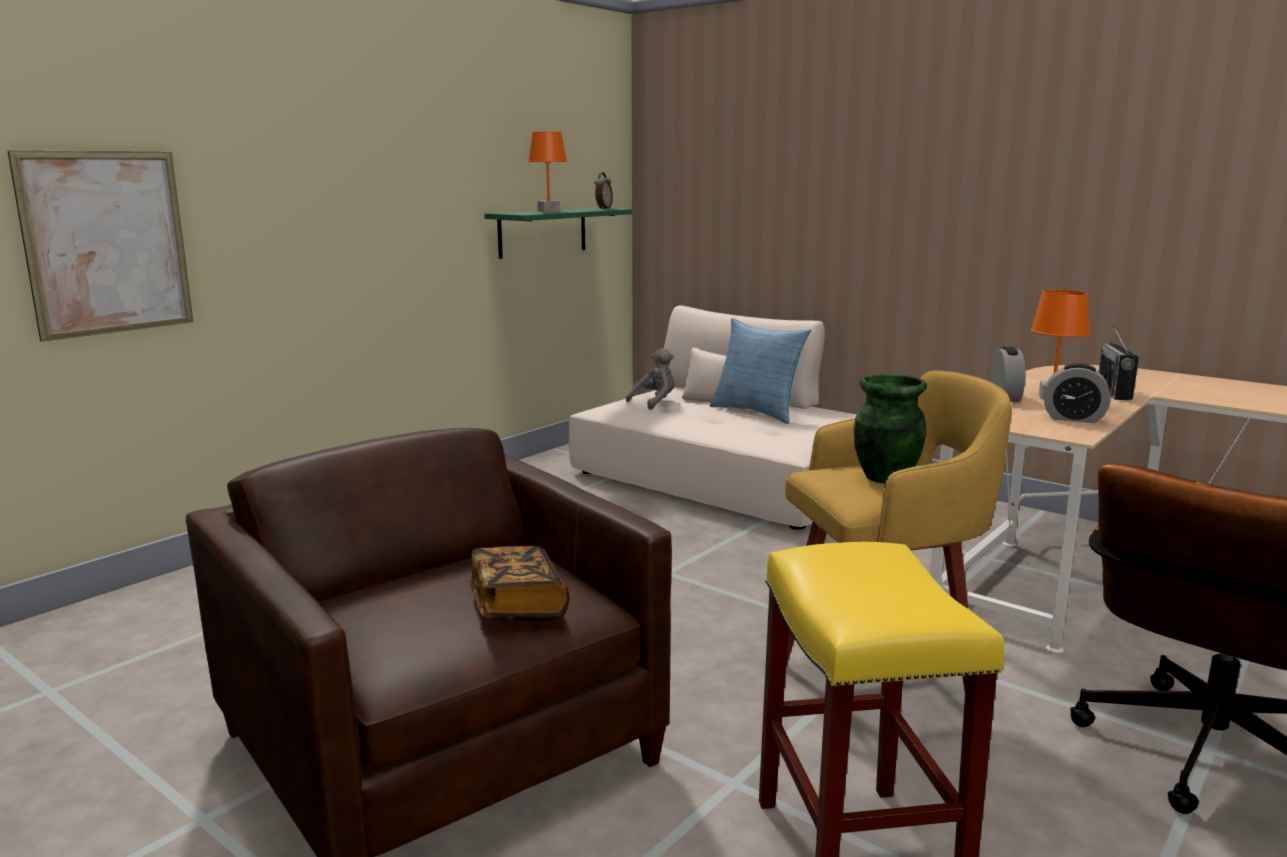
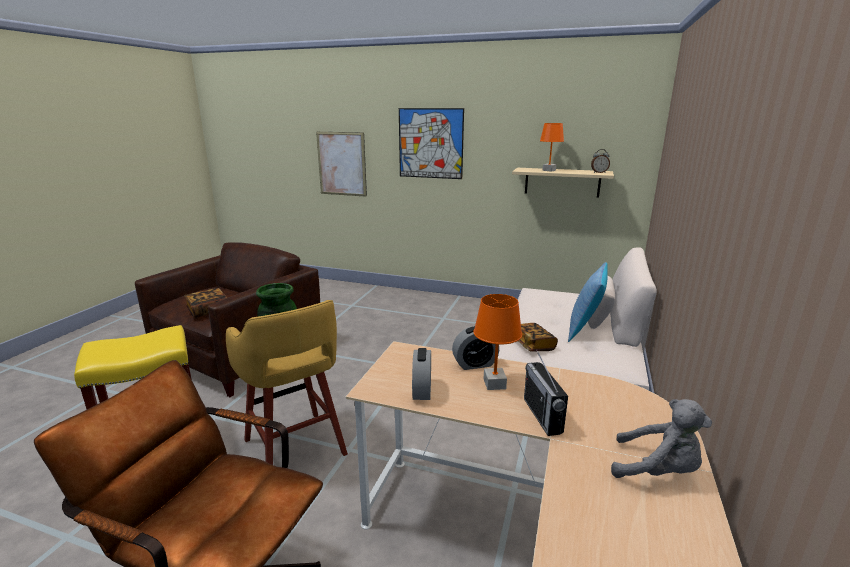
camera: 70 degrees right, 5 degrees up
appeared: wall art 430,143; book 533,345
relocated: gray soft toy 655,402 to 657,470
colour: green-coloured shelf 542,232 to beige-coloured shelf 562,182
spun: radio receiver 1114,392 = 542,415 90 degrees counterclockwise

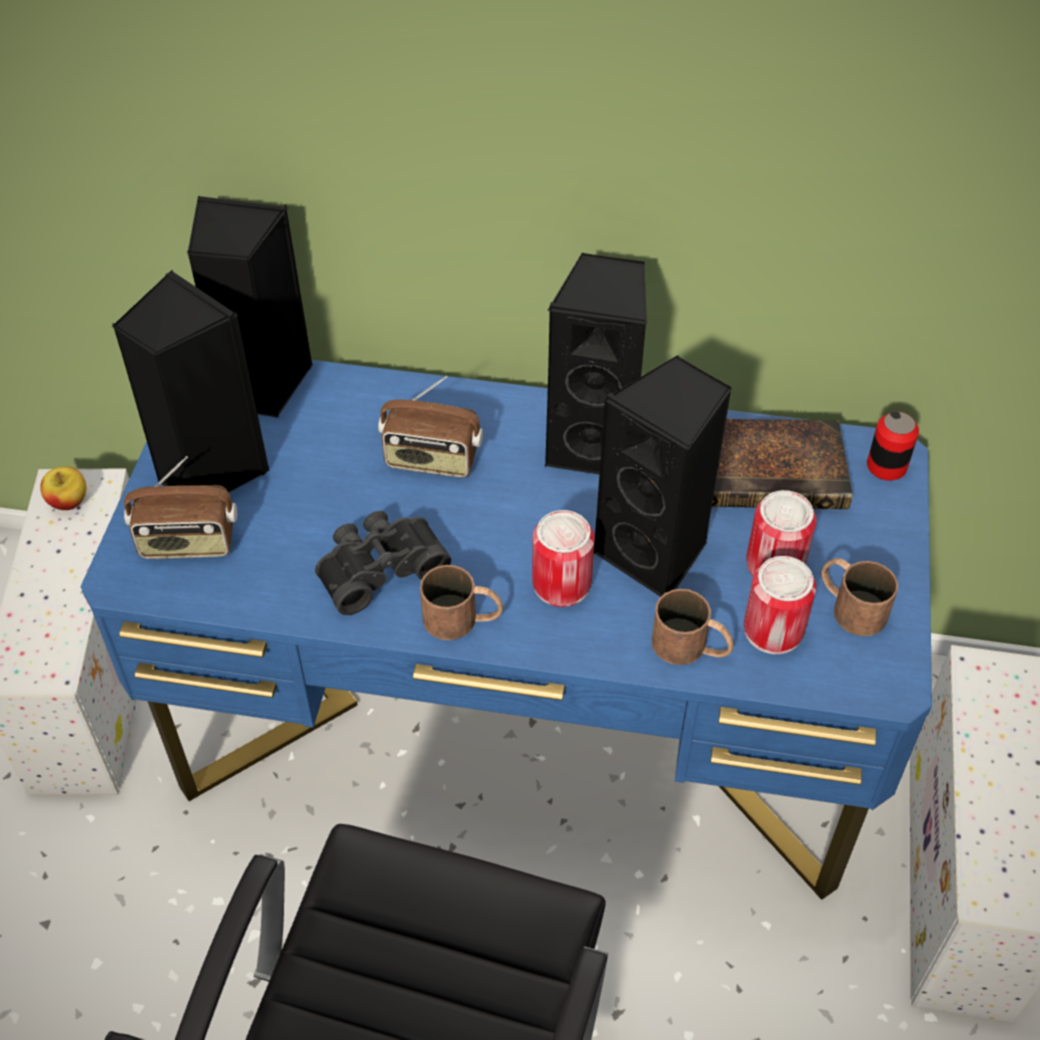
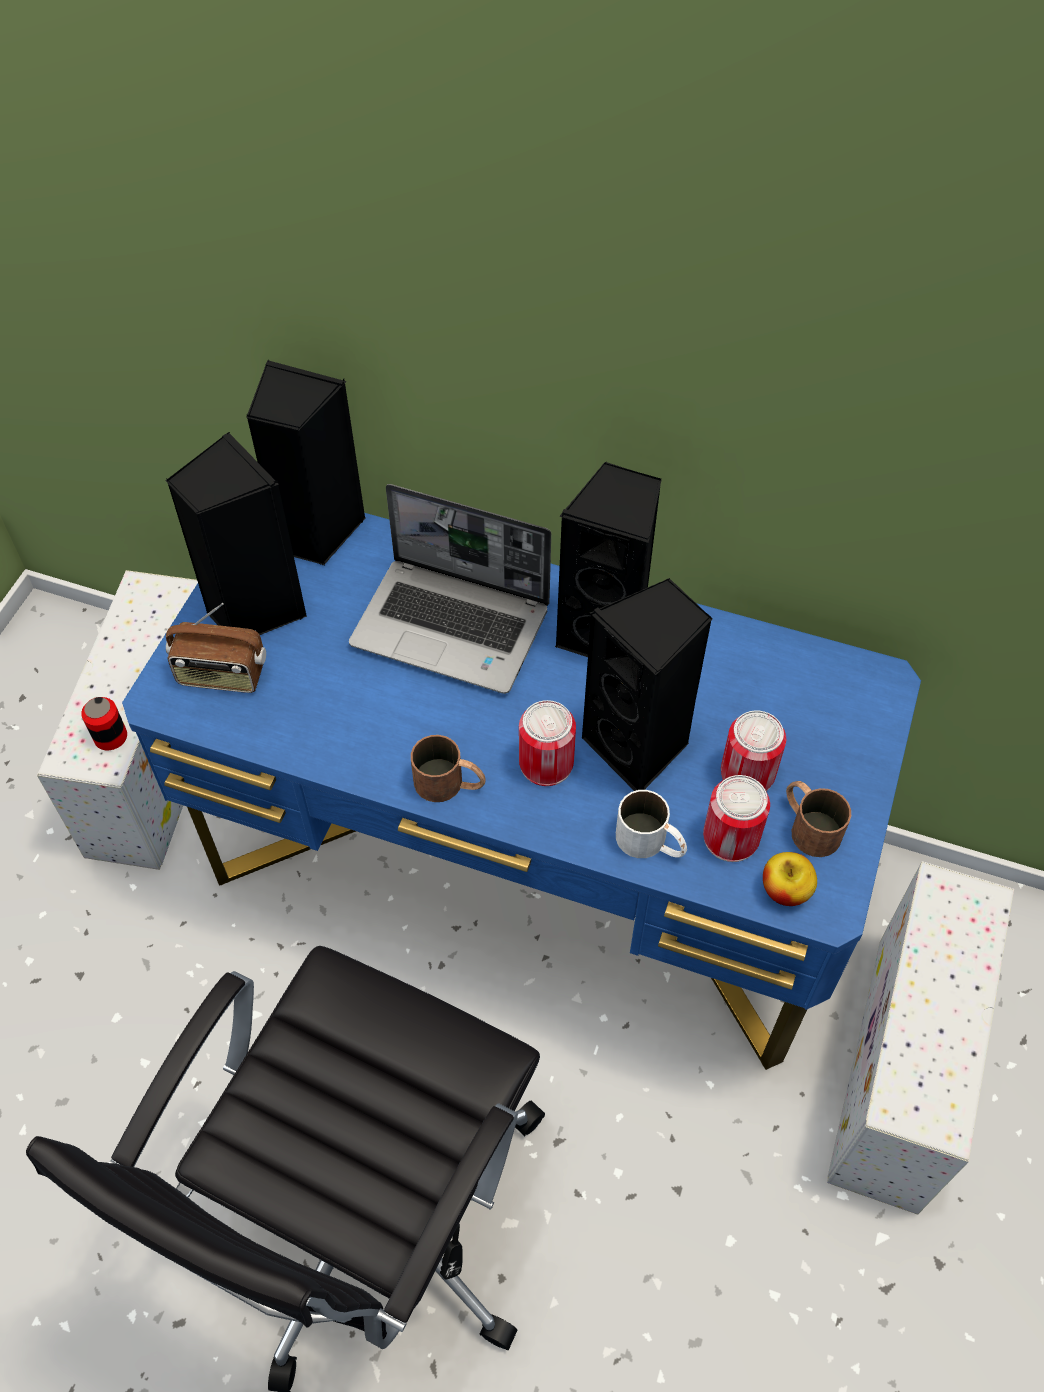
camera: 10 degrees right, 5 degrees up
missing: black-coloured field glasses 379,567; book 770,471
relocated: can 886,466 to 110,737; apple 68,501 to 785,890
exchanged: radio receiver 431,460 to notebook computer 453,626
colour: brown-coloured tea mug 691,647 to white tea mug 651,843

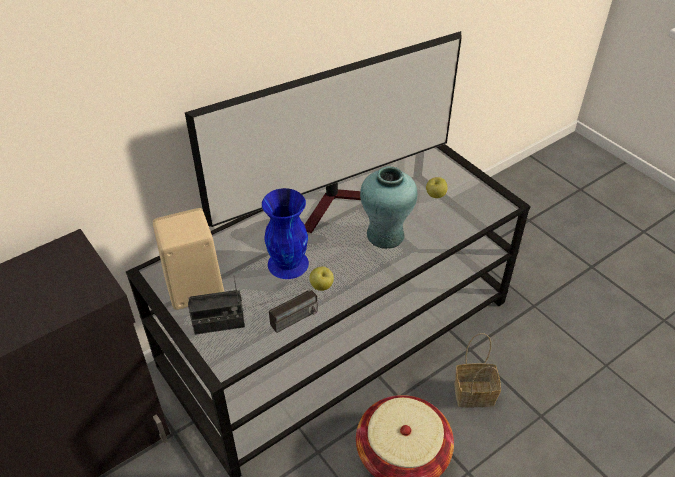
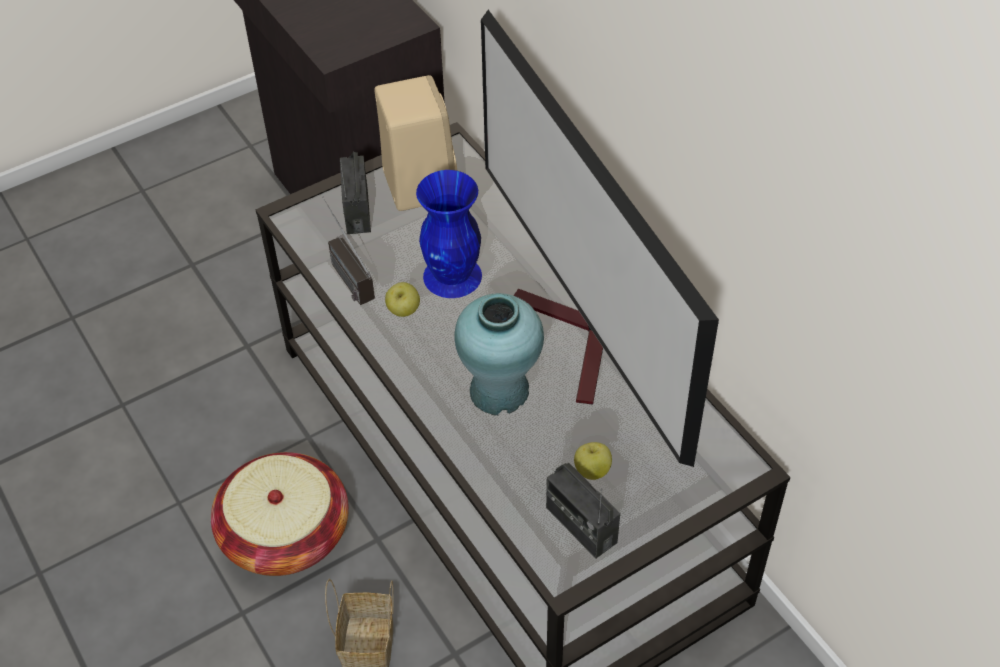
camera: 95 degrees right, 5 degrees up
appeared: radio receiver 580,525

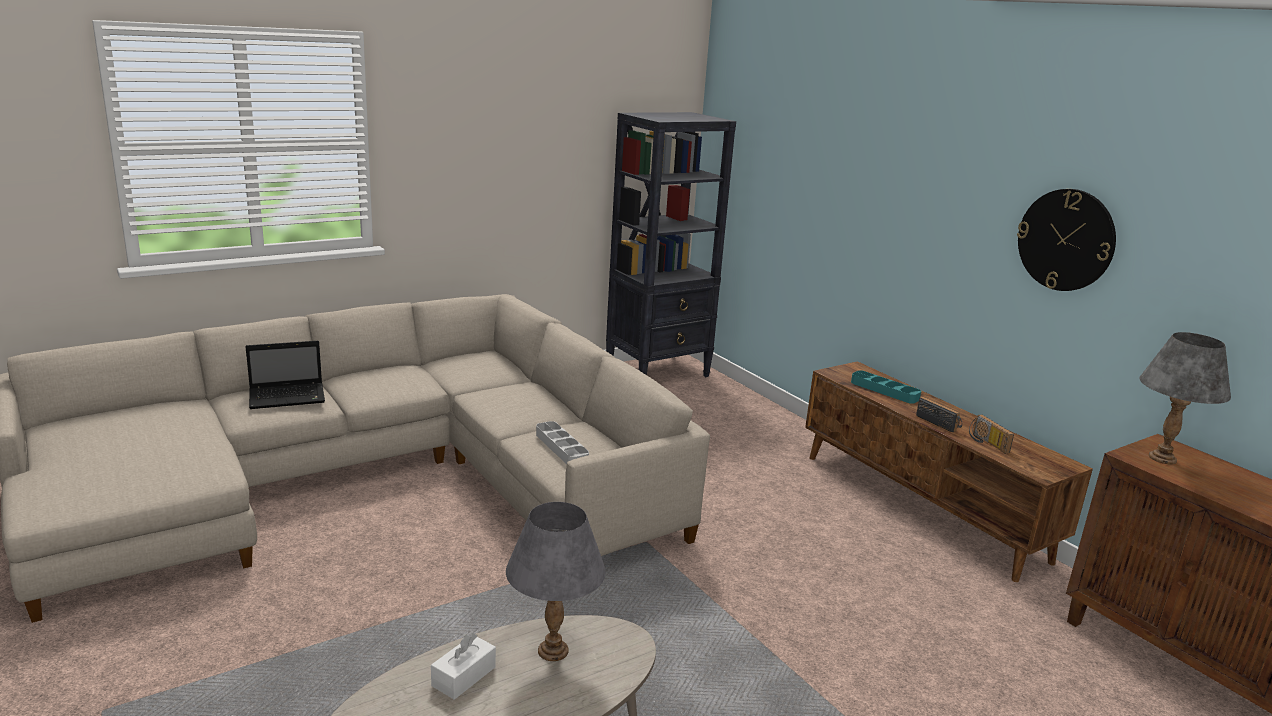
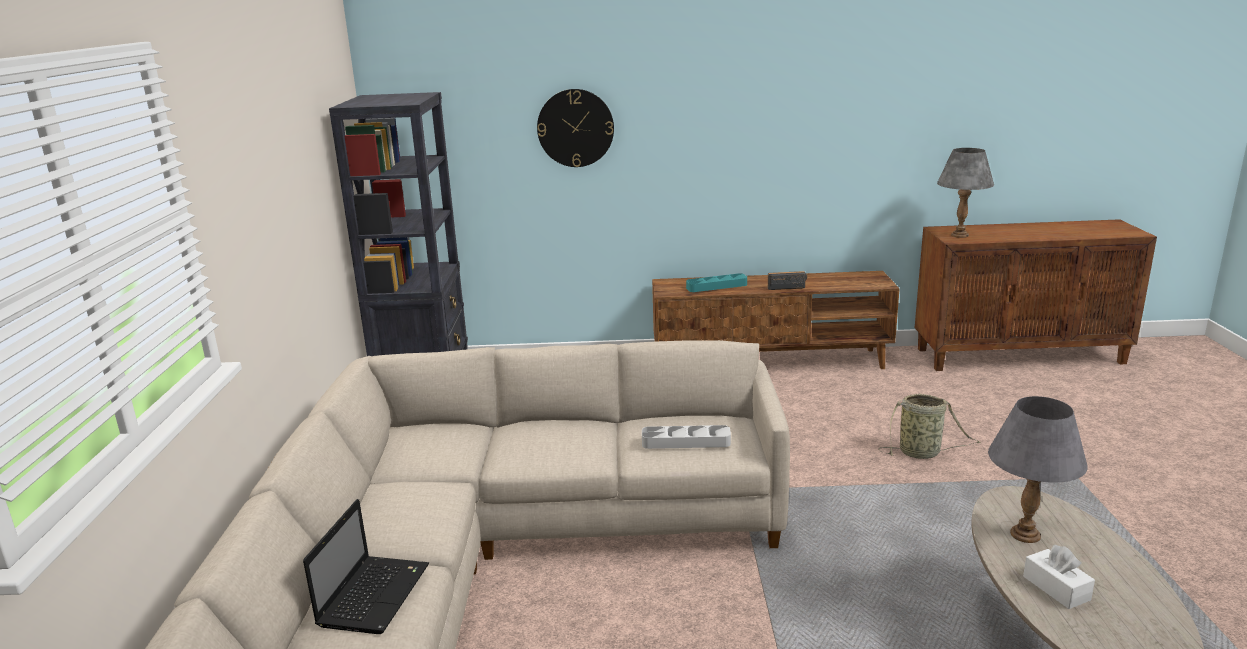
camera: 55 degrees left, 0 degrees up
missing: radio receiver 986,442
appeared: basket 922,453
relocated: hanging clock 1066,240 to 575,128

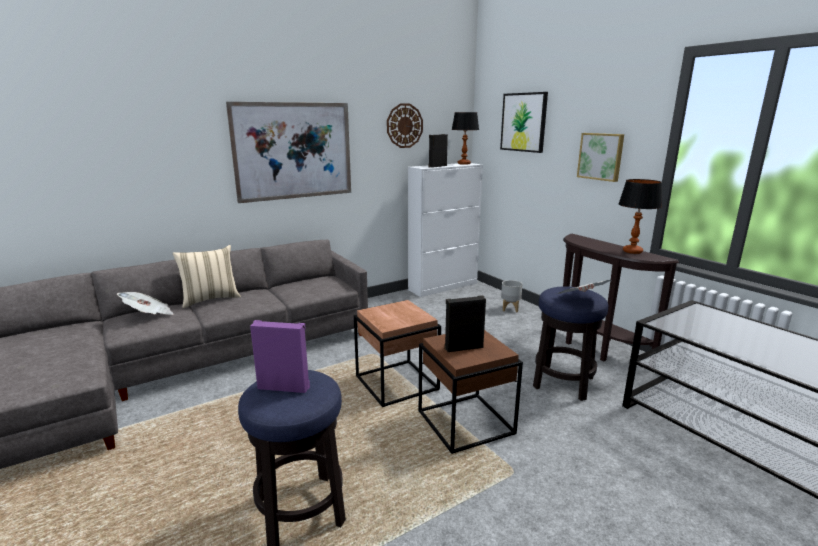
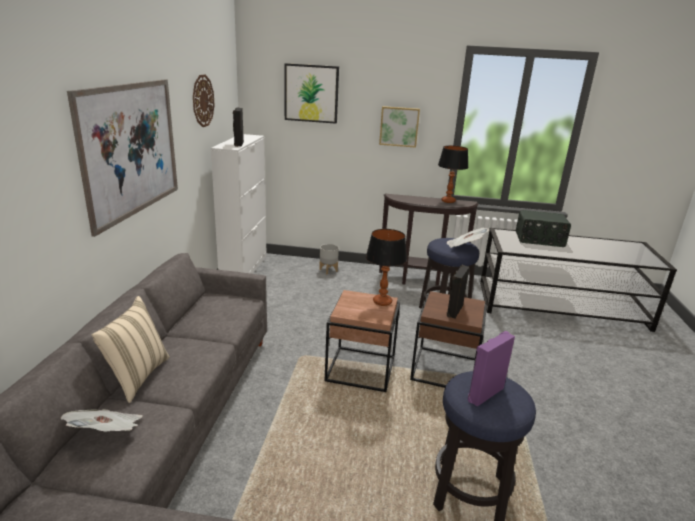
camera: 50 degrees left, 5 degrees up
appeared: radio receiver 539,240
relocated: tabletop lamp 464,164 to 382,302

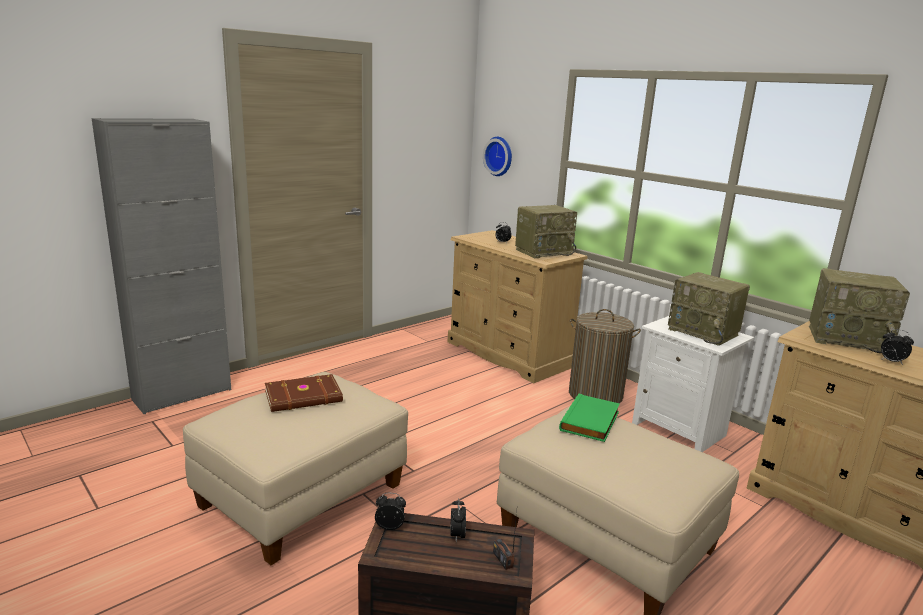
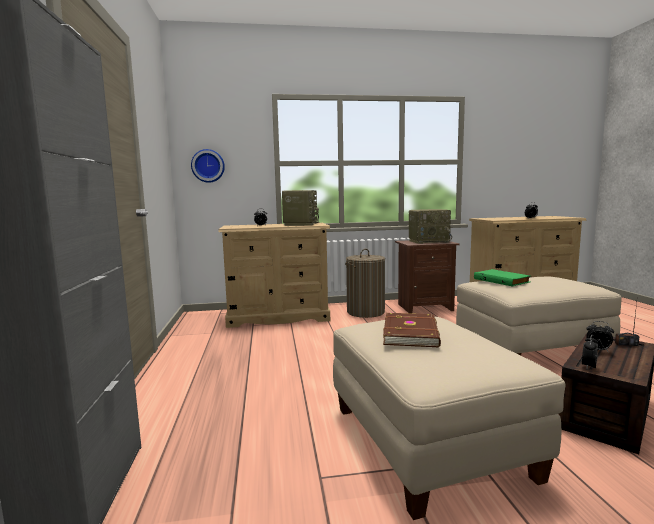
camera: 55 degrees left, 10 degrees down
missing: radio receiver 849,339
colour: white night table 680,429 to brown-coloured night table 424,307

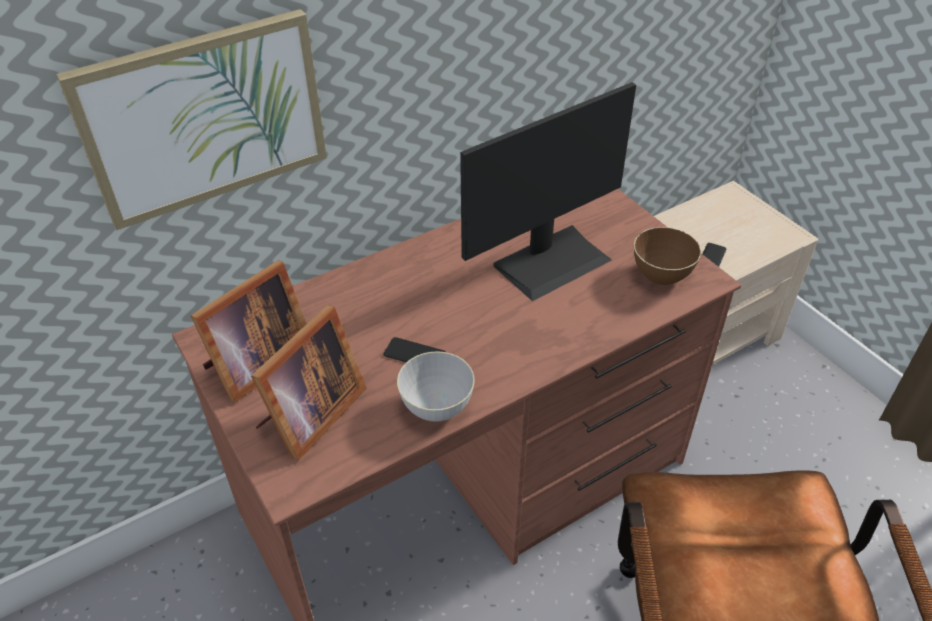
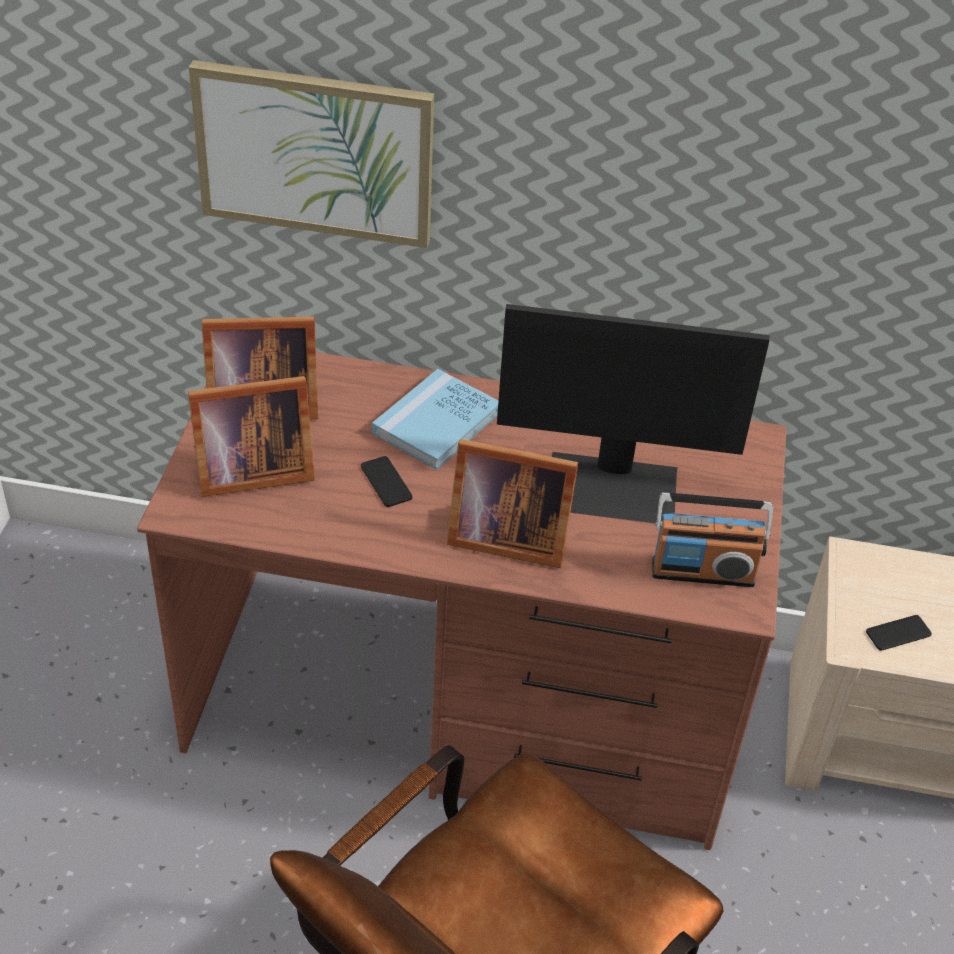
camera: 40 degrees right, 0 degrees up
missing: gray deep dish 437,407
appeared: blue book 437,423; picture frame 504,536
exchanged: brown-coloured deep dish 661,275 to radio receiver 702,571

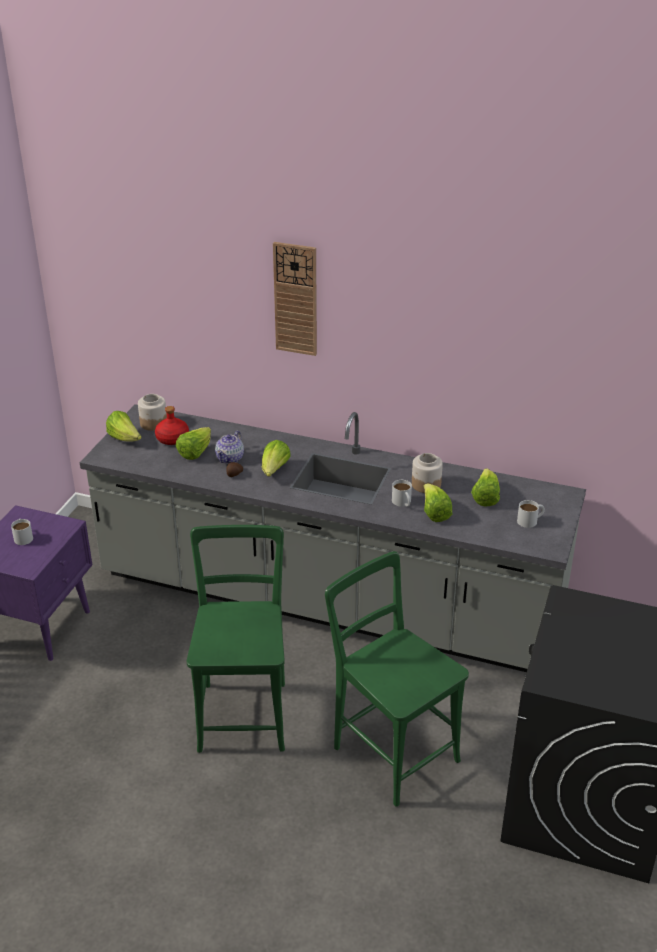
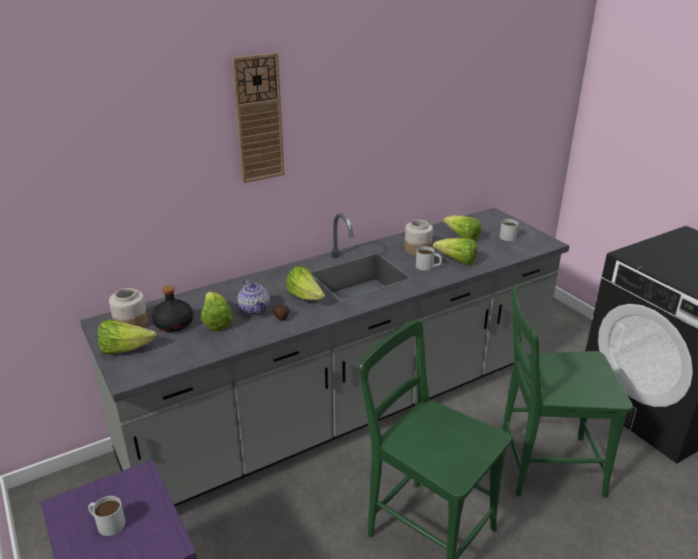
camera: 50 degrees left, 5 degrees down
colour: red-coloured drink bottle 172,439 to black-coloured drink bottle 174,324

